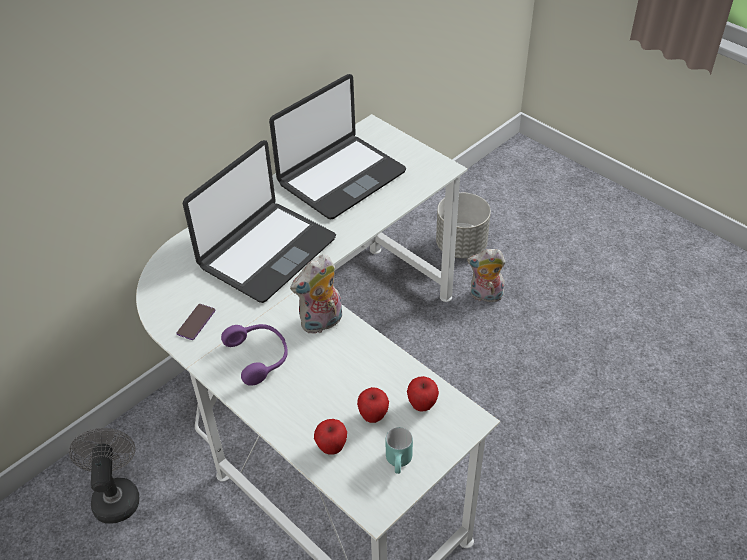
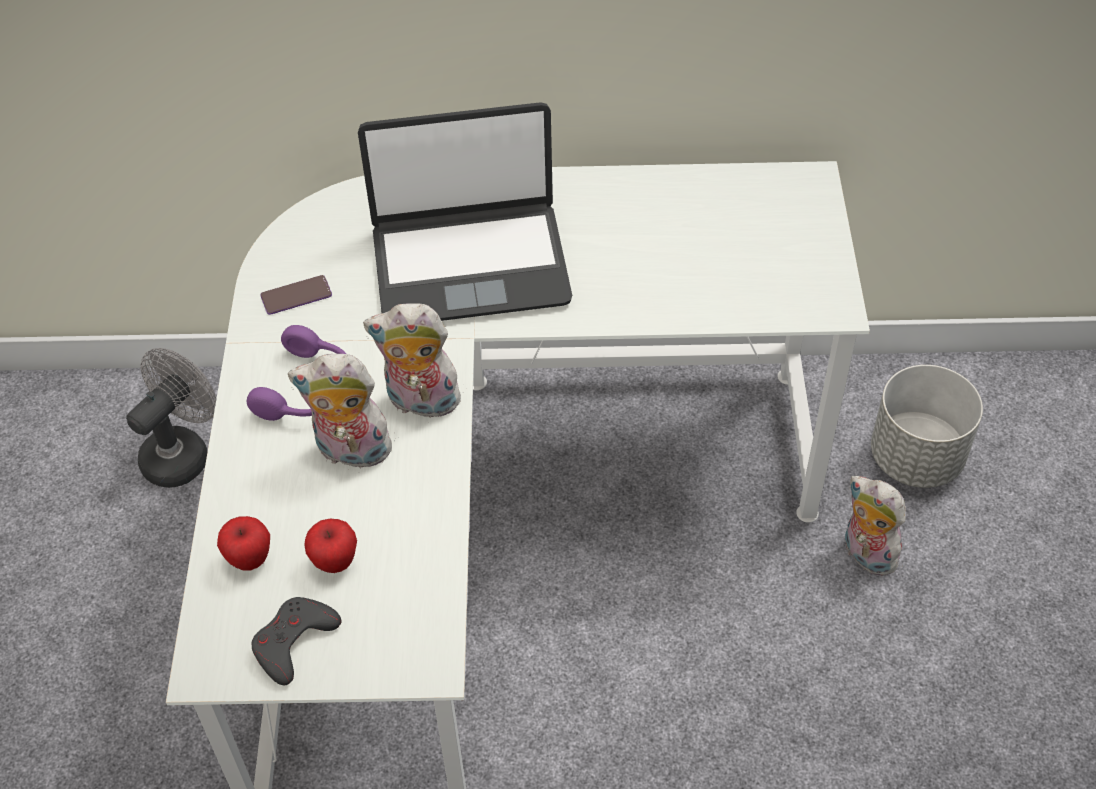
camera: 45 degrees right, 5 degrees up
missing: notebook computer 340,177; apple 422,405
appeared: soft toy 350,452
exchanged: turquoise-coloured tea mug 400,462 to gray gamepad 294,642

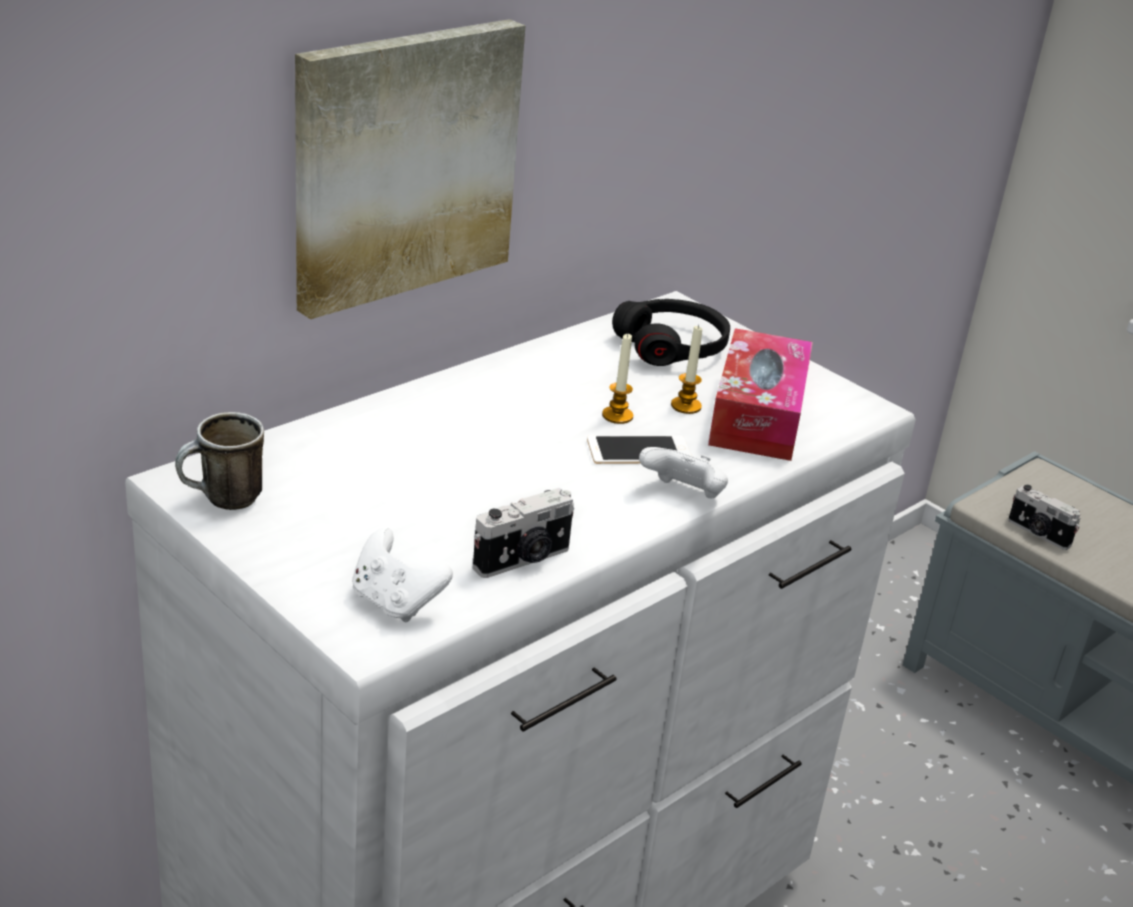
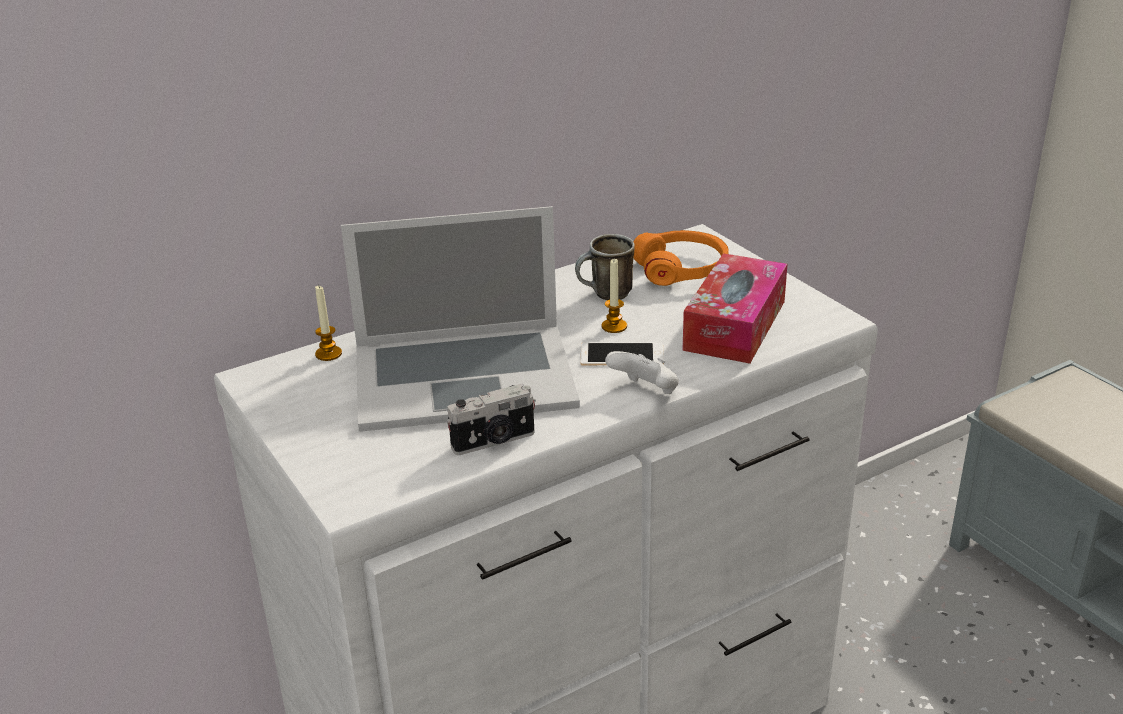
camera: 15 degrees right, 0 degrees up
missing: wall art 403,163; white gamepad 395,602; still camera 1038,534
appeared: notebook computer 463,376
relocated: candle 686,406 to 328,354; tea mug 223,501 to 605,296
colour: black-coloured headphones 672,346 to orangey headphones 681,269

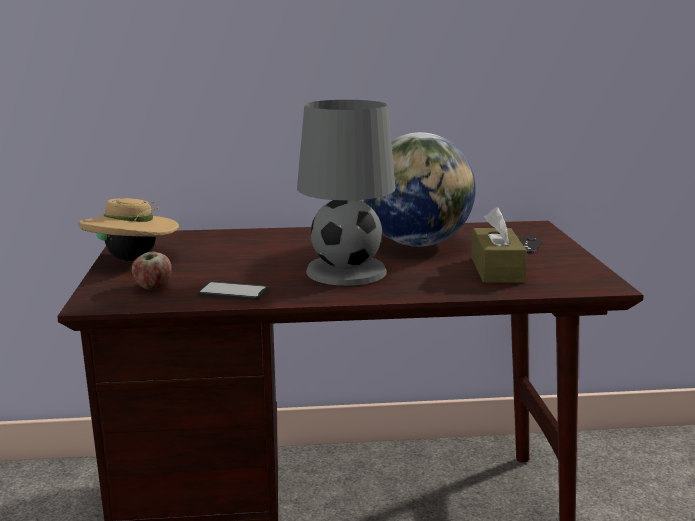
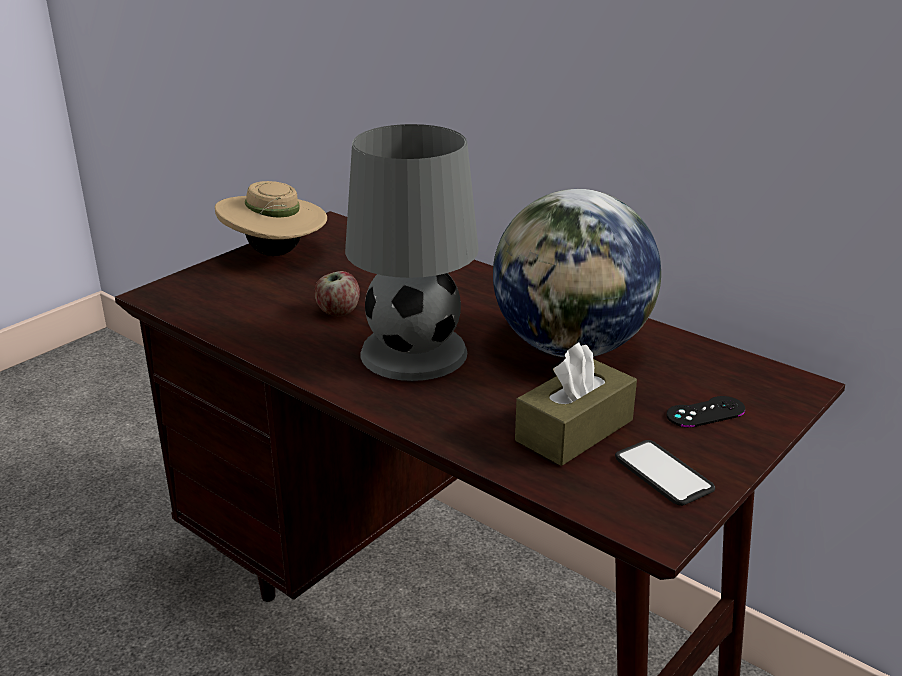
camera: 45 degrees right, 10 degrees up
relocated: apple 153,287 to 338,312; phone 233,292 to 663,474

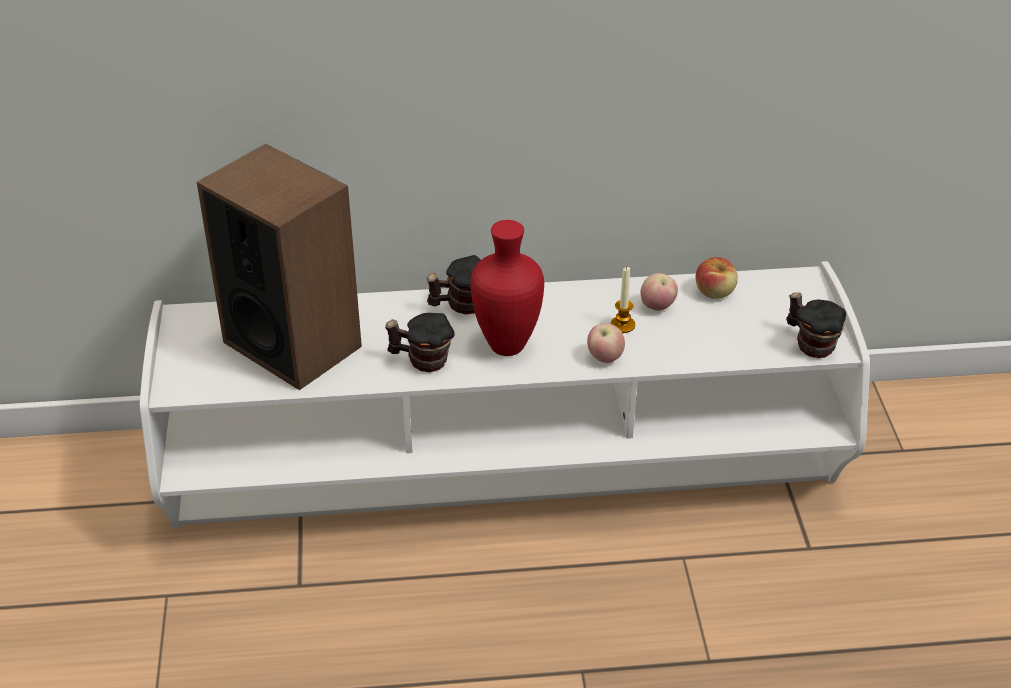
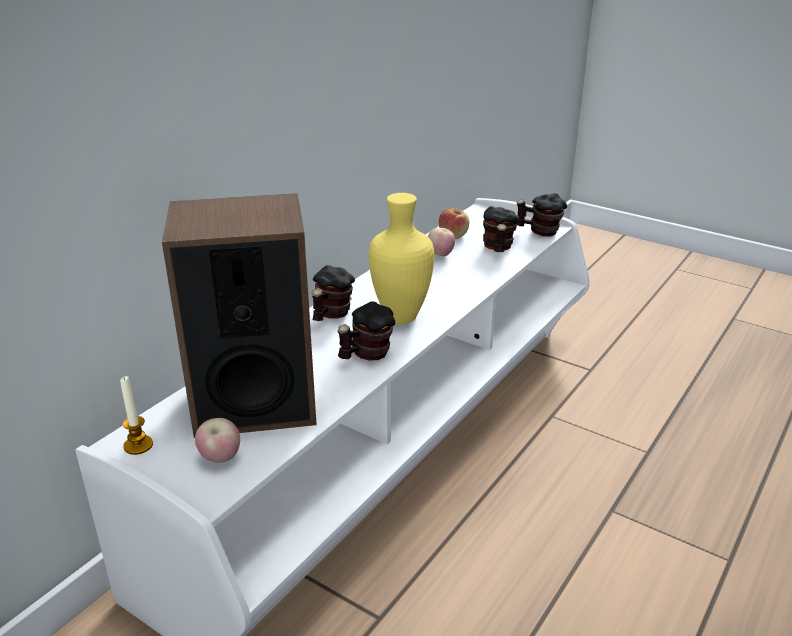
camera: 50 degrees left, 10 degrees down
appeared: tea mug 497,249
relocated: candle 622,325 to 138,445; apple 605,358 to 220,458
colour: red-coloured flower vase 509,346 to yellow flower vase 402,316

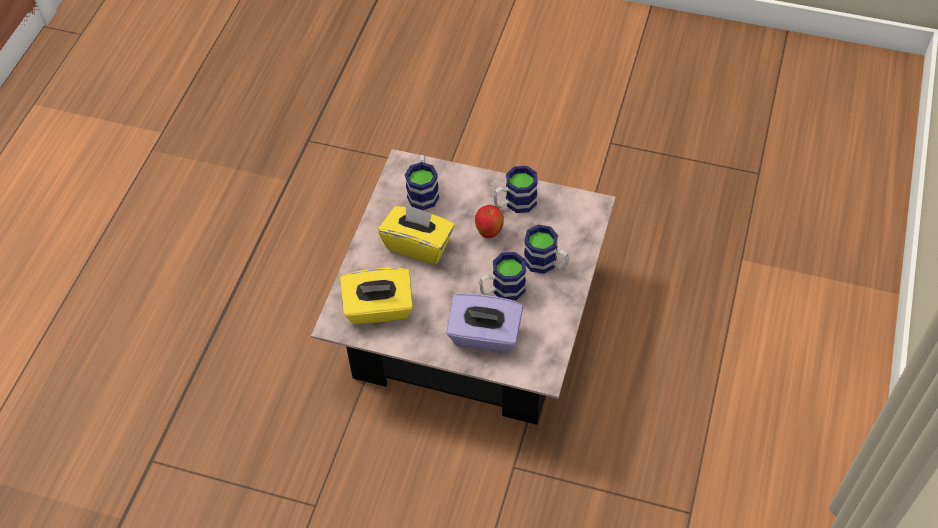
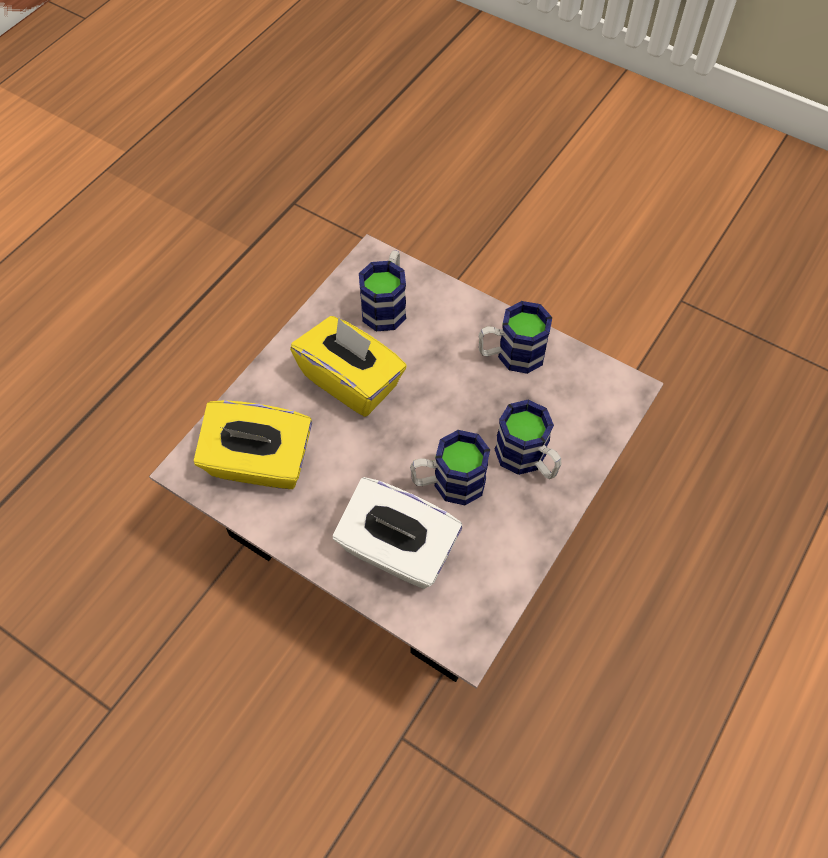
camera: 15 degrees right, 5 degrees up
missing: apple 489,233
colour: purple-coloured tissue holder 484,336 to white tissue holder 397,550

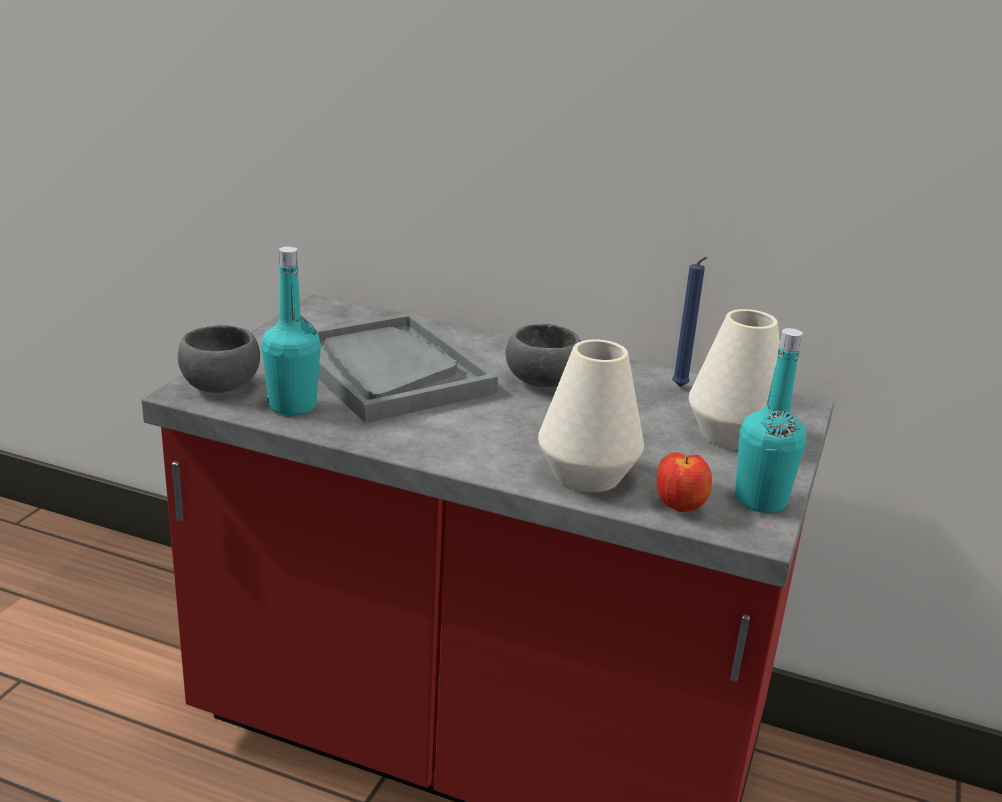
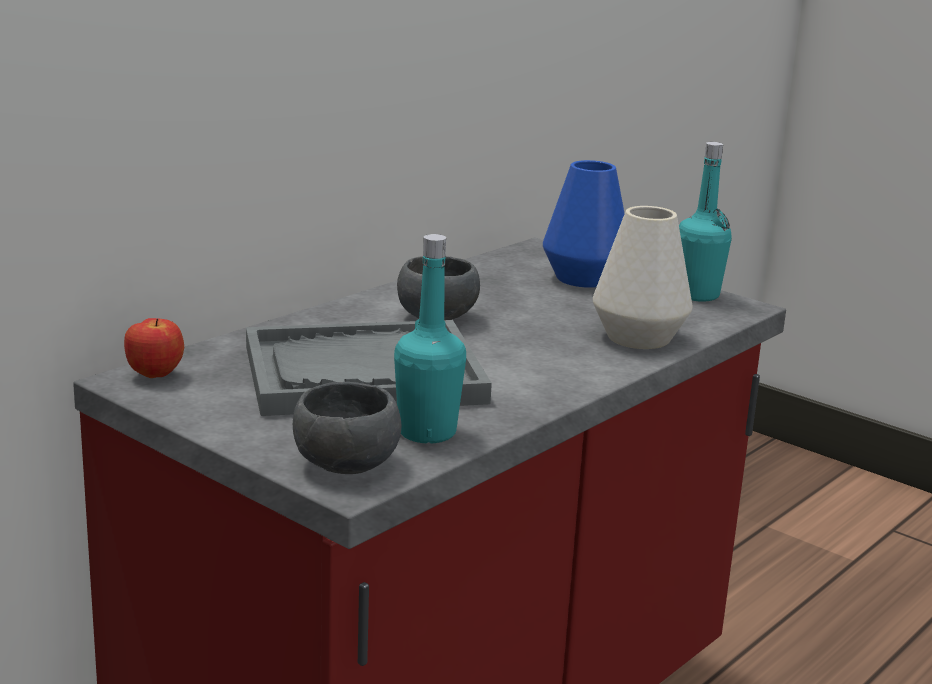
camera: 70 degrees left, 5 degrees down
missing: blue candle 681,388
relocated: apple 680,508 to 155,375
colour: white flower vase 731,435 to blue flower vase 583,278

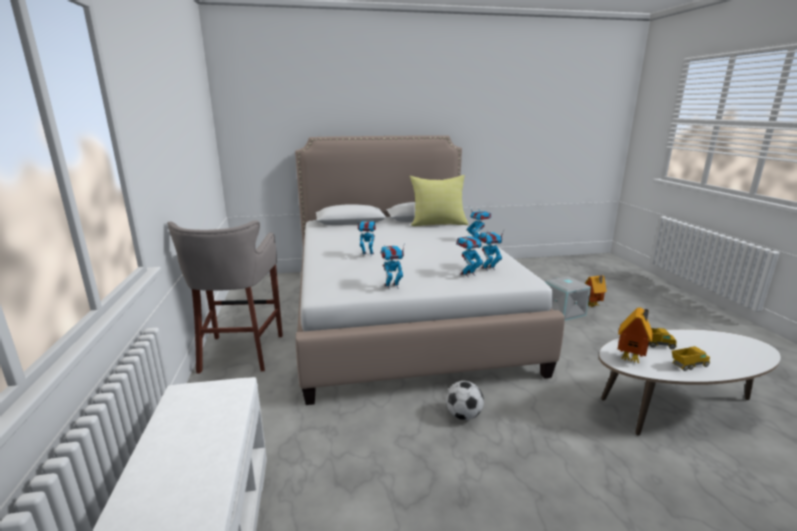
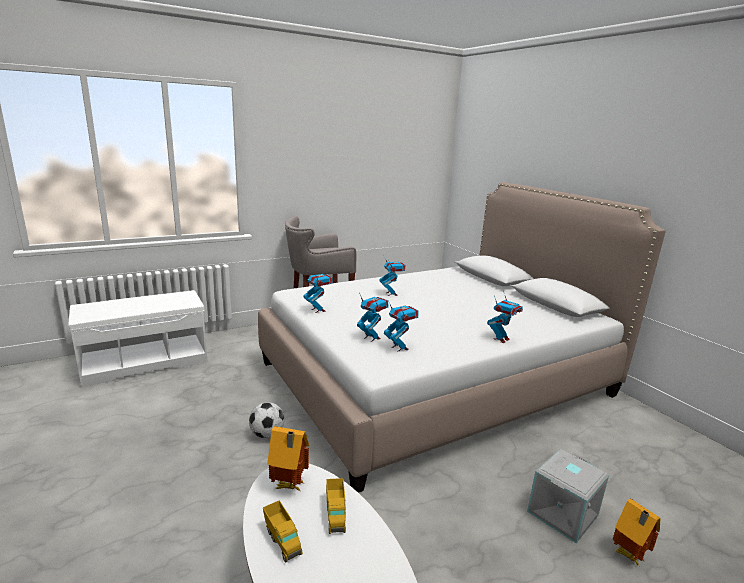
camera: 70 degrees right, 0 degrees up
missing: yellow cushion 438,224

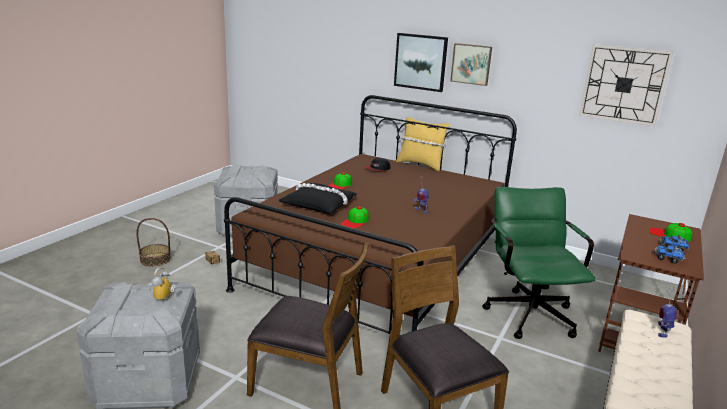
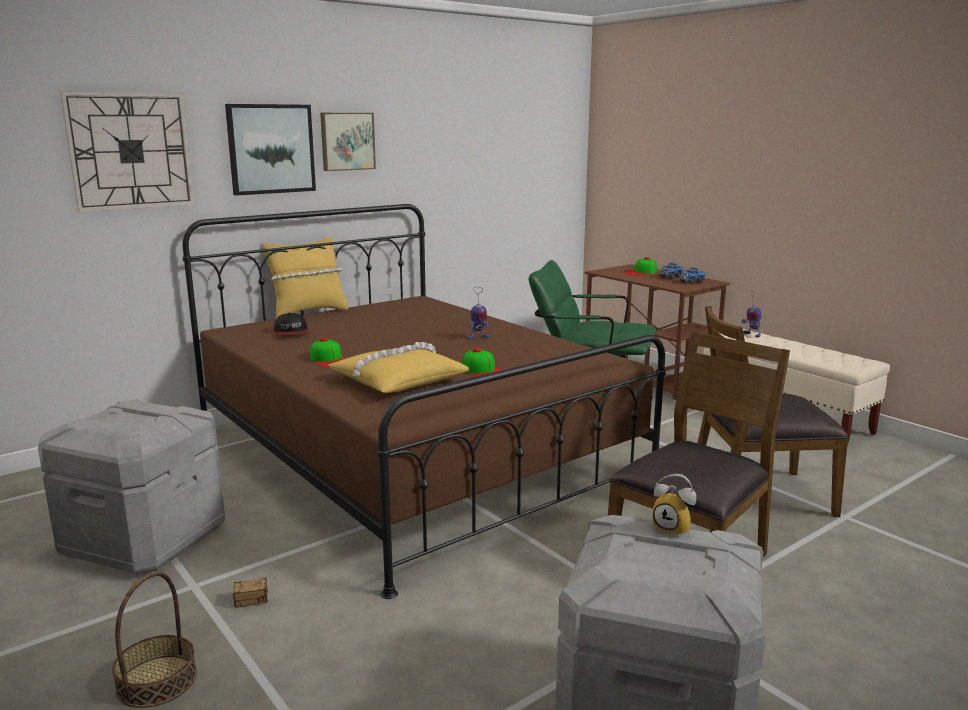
camera: 65 degrees left, 5 degrees down
relocated: hanging clock 624,84 to 130,151
colour: black-coloured cushion 319,204 to yellow cushion 397,381

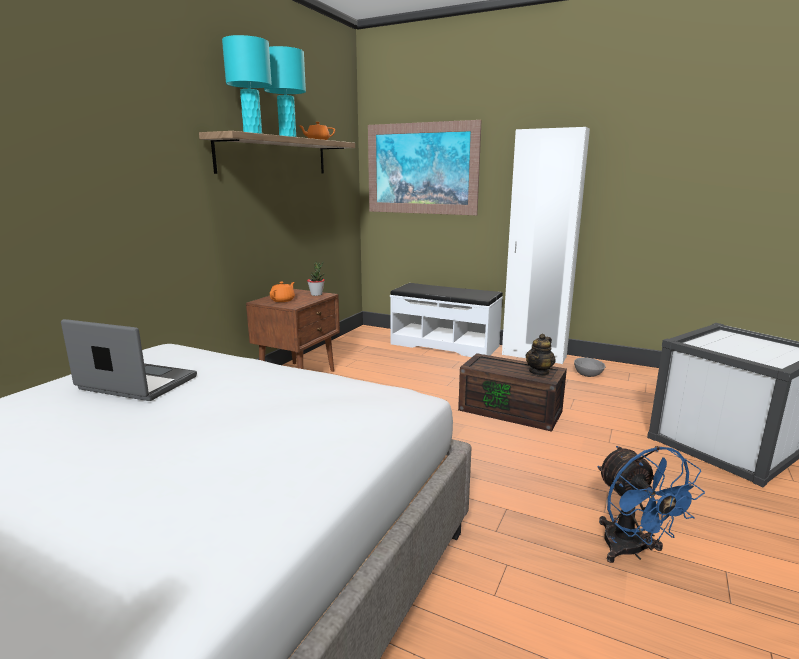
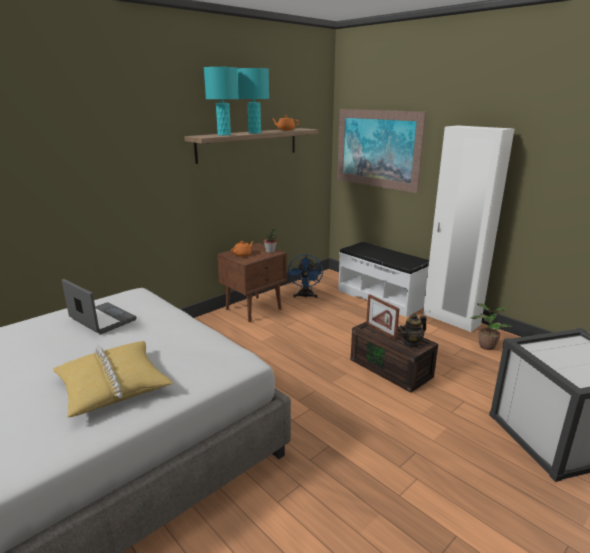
camera: 20 degrees right, 5 degrees up
appeared: yellow cushion 113,386; picture frame 381,331
relocated: blue cooling fan 631,551 to 305,296
exchanged: gray deep dish 587,374 to potted plant 485,346

